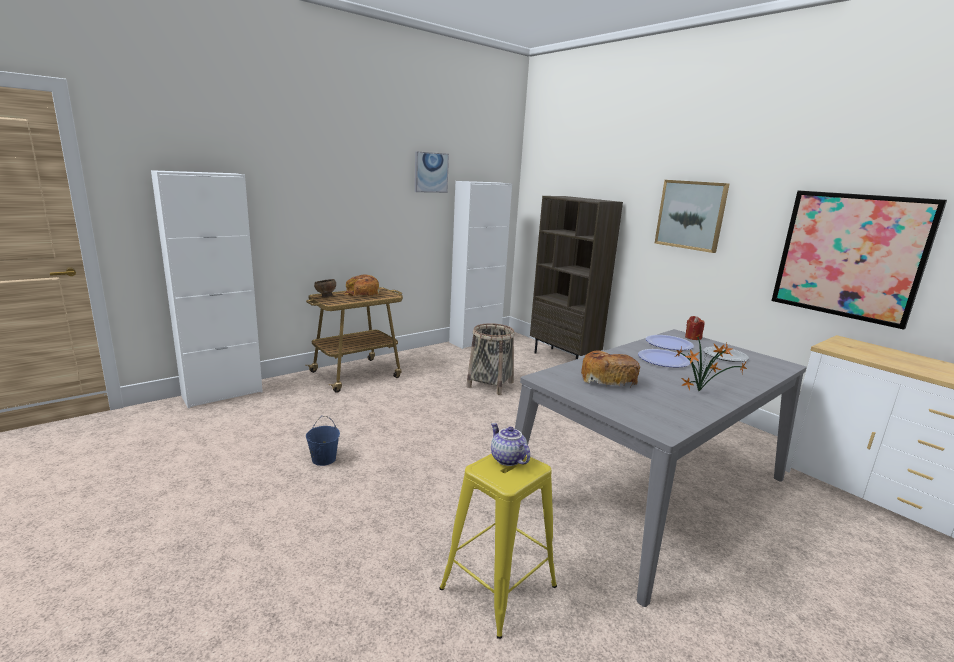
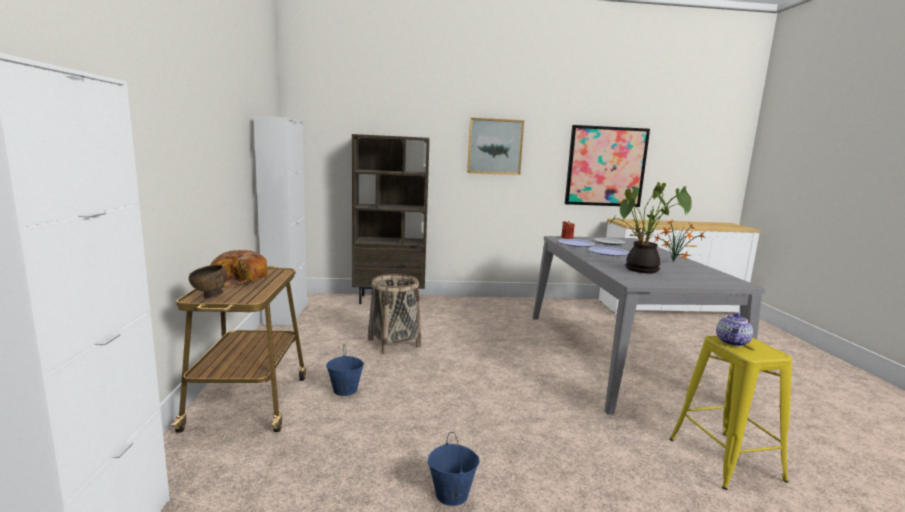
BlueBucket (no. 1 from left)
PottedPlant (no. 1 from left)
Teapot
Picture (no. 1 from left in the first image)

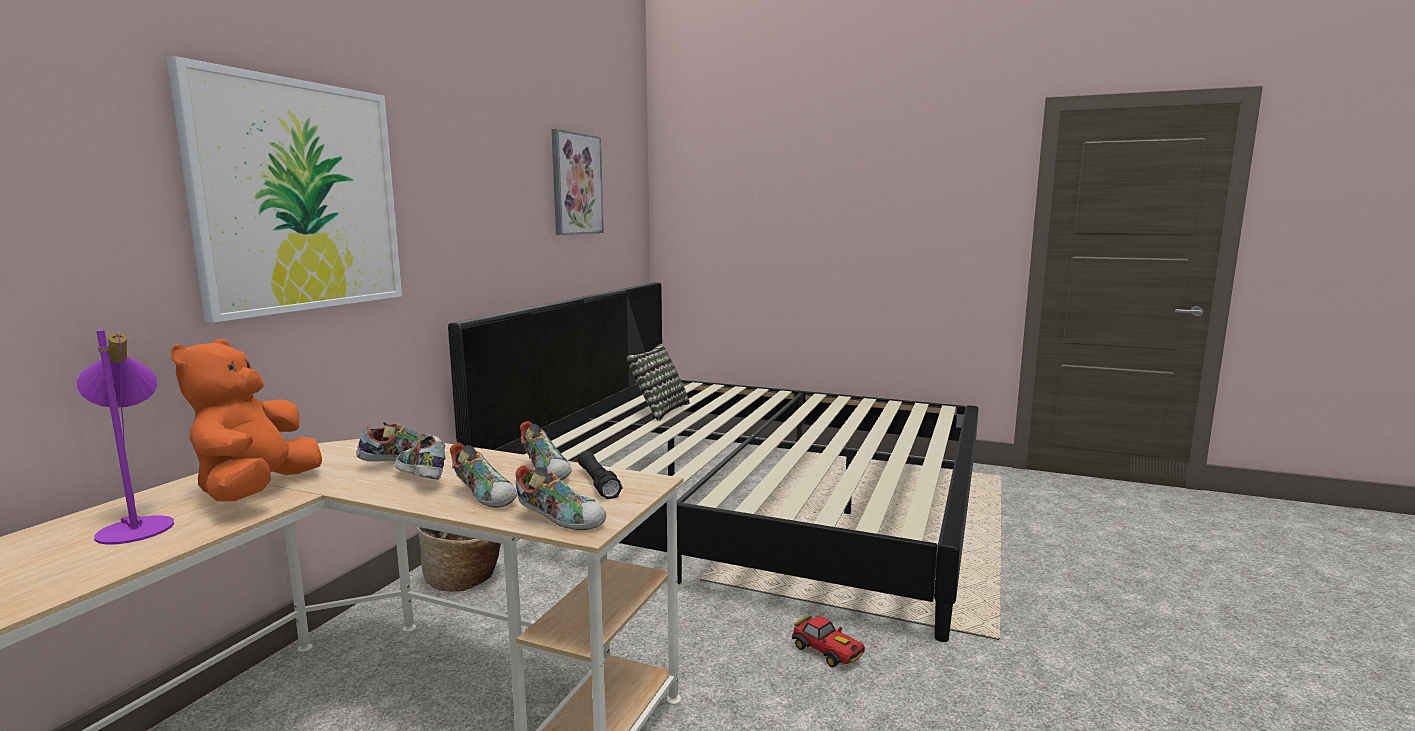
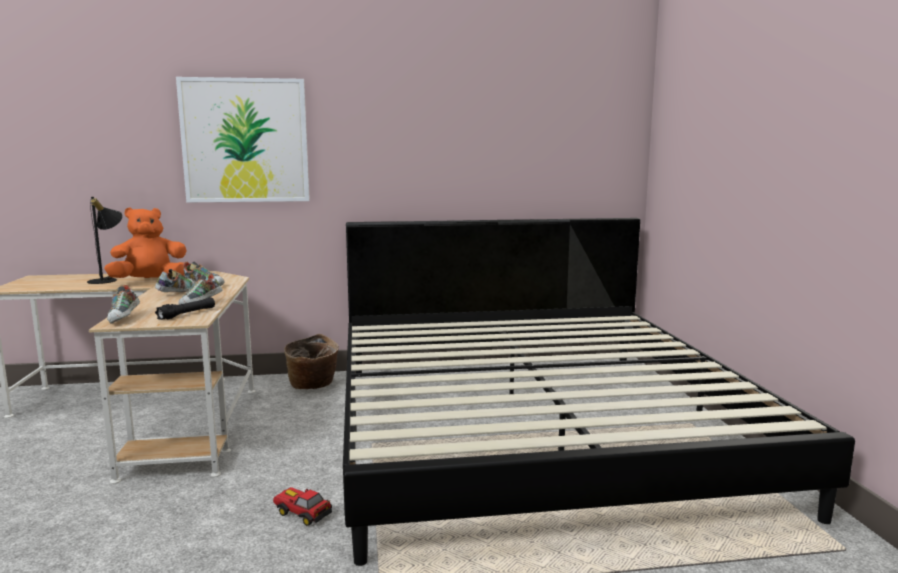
BlackTableLamp
ToyCar
Shoe (no. 3 from left in the first image)
Picture (no. 2 from left in the first image)
Pillow

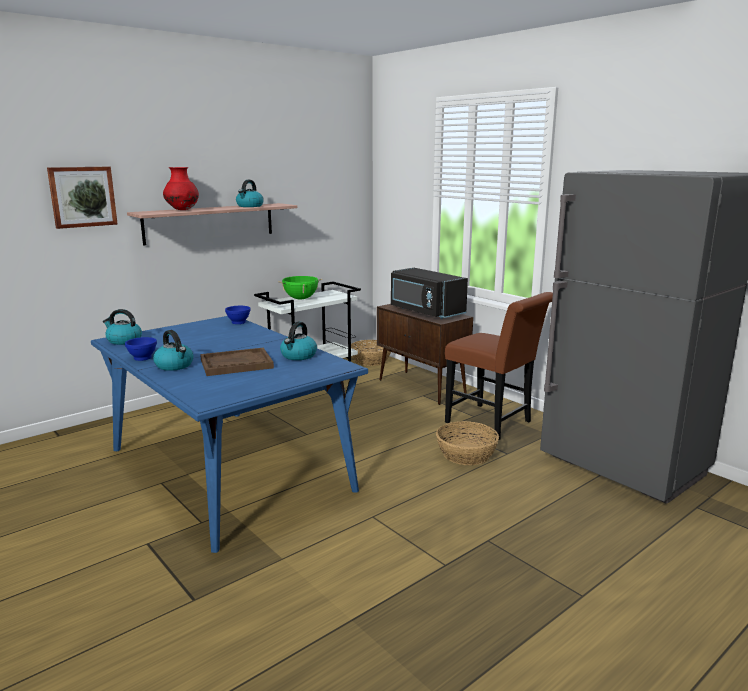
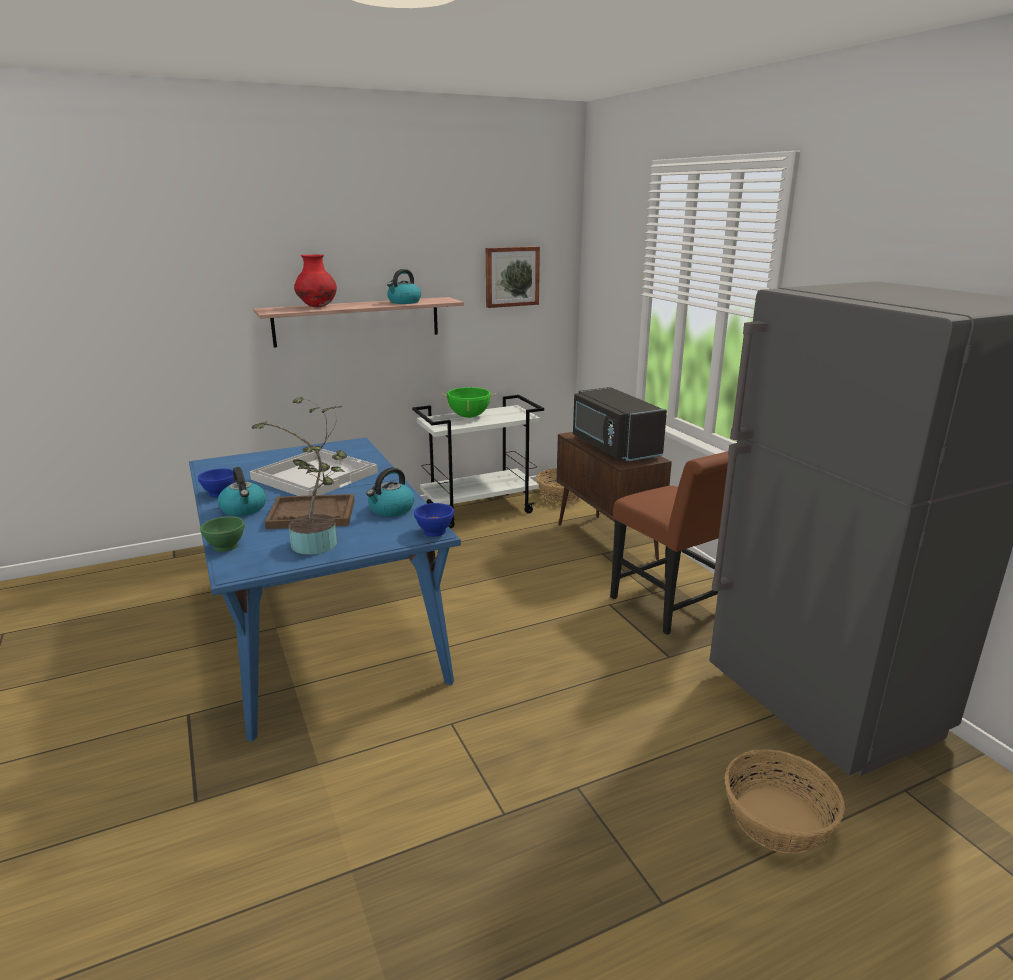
GreenBowl
WhiteTray
PottedPlant
BlueBowl (no. 2 from left)
Picture
Basket (no. 2 from left)
Kettle (no. 1 from left in the first image)

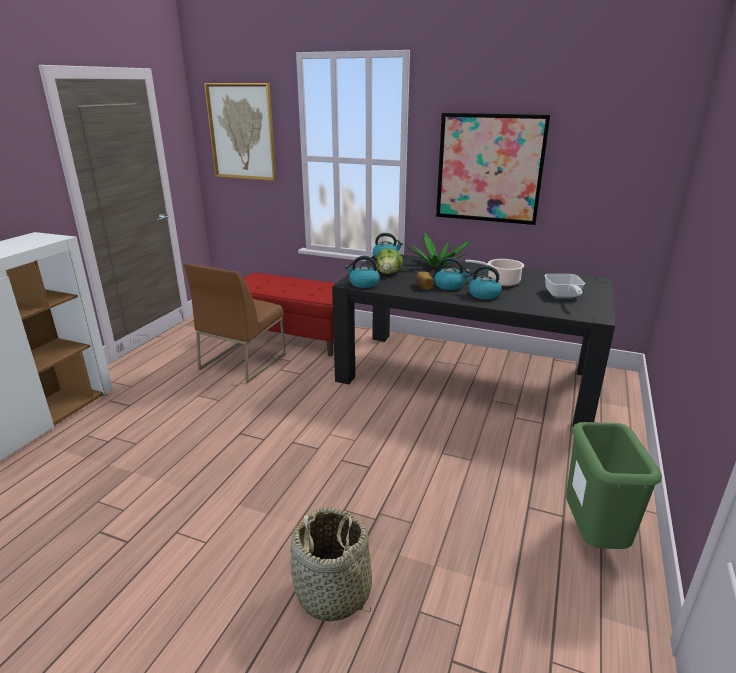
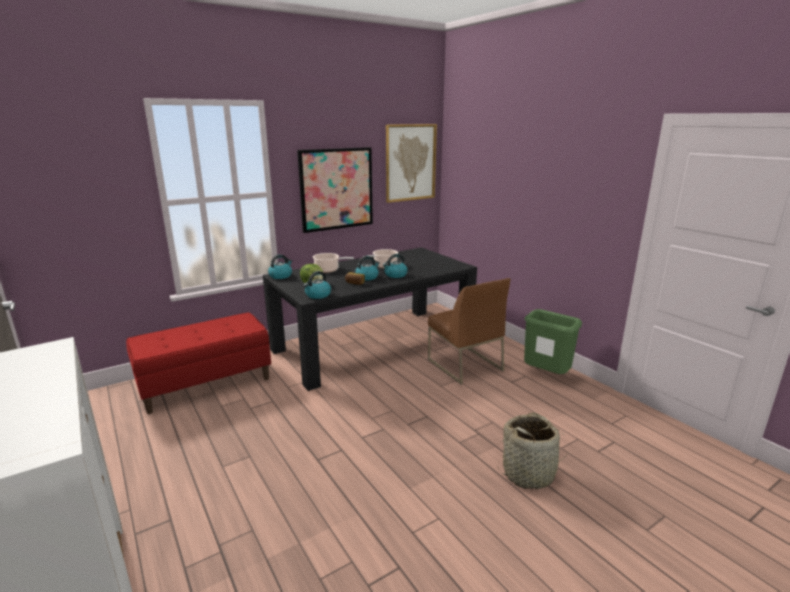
CookingPot (no. 1 from left)
Picture (no. 2 from left)
BrownChair
FryingPan

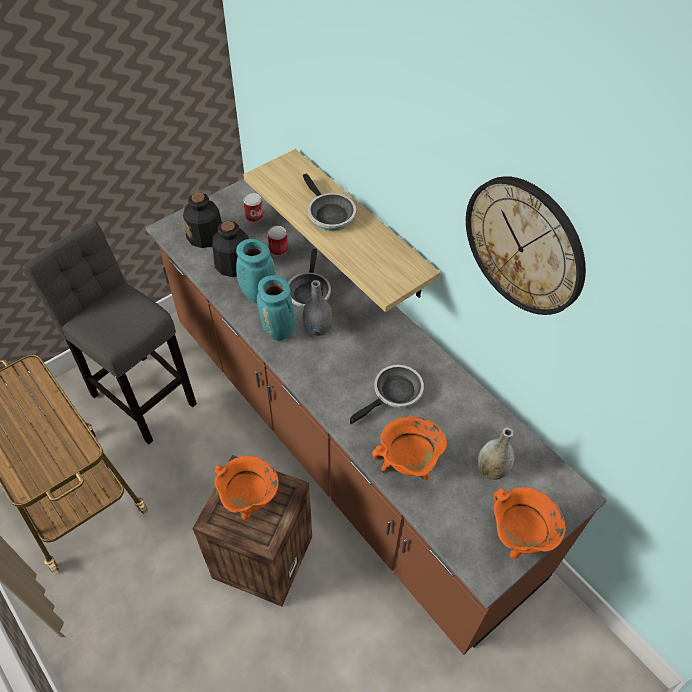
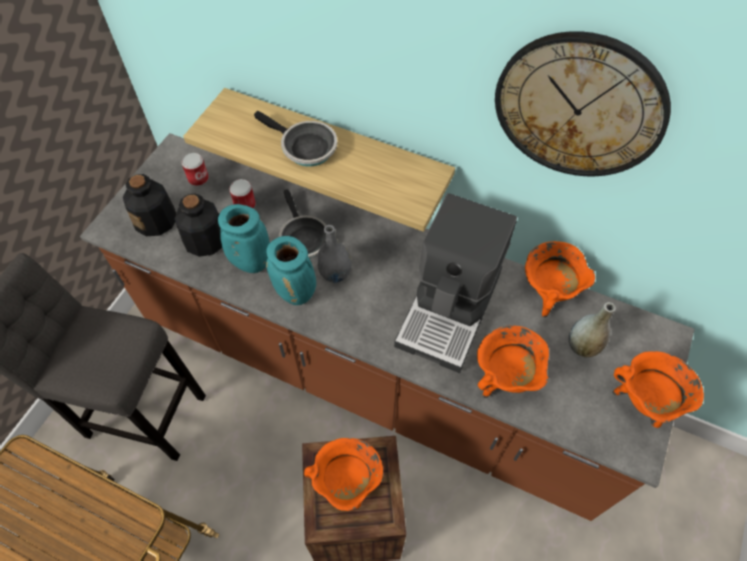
CoffeeMachine
OrangeCookingPot (no. 3 from left)

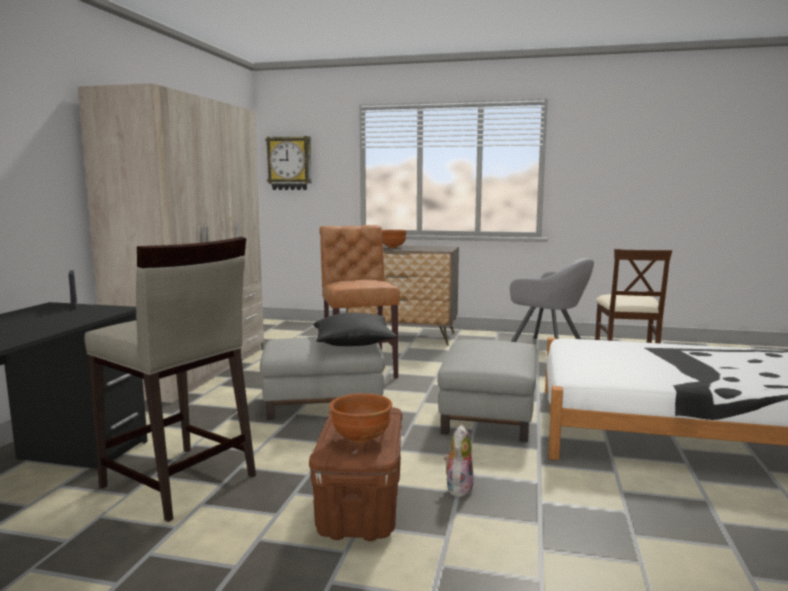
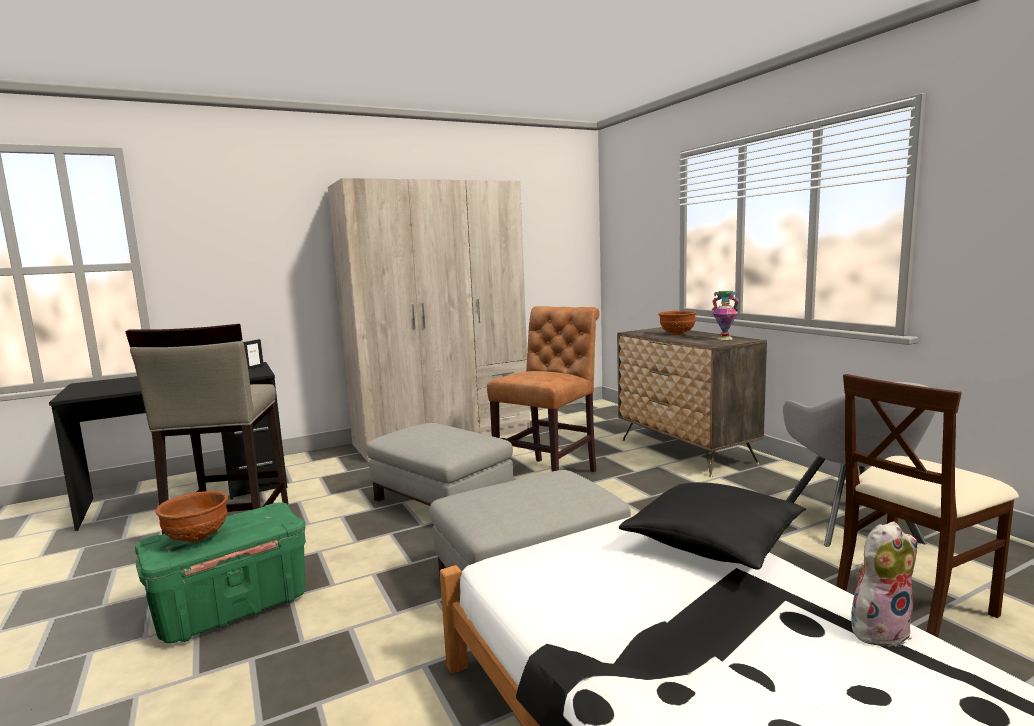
GreenStorageBox
BlackPillow
Vase
PlushToy
WallClock

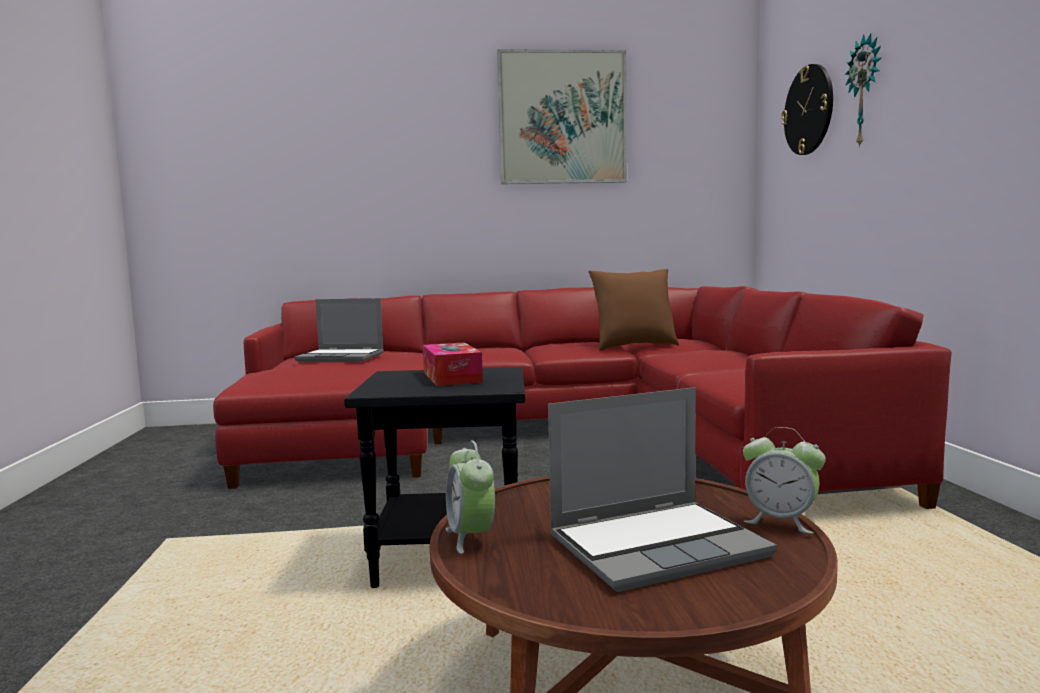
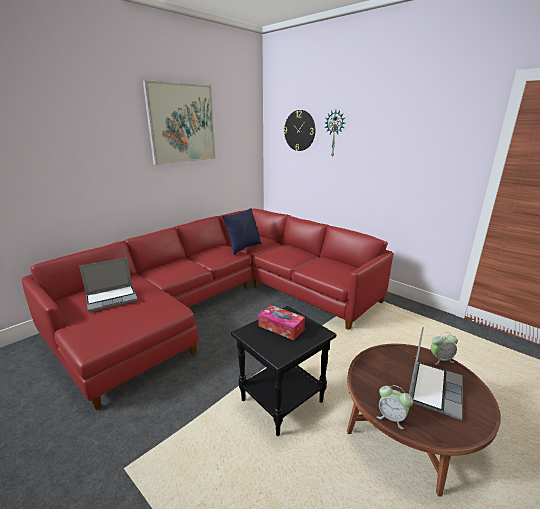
BluePillow

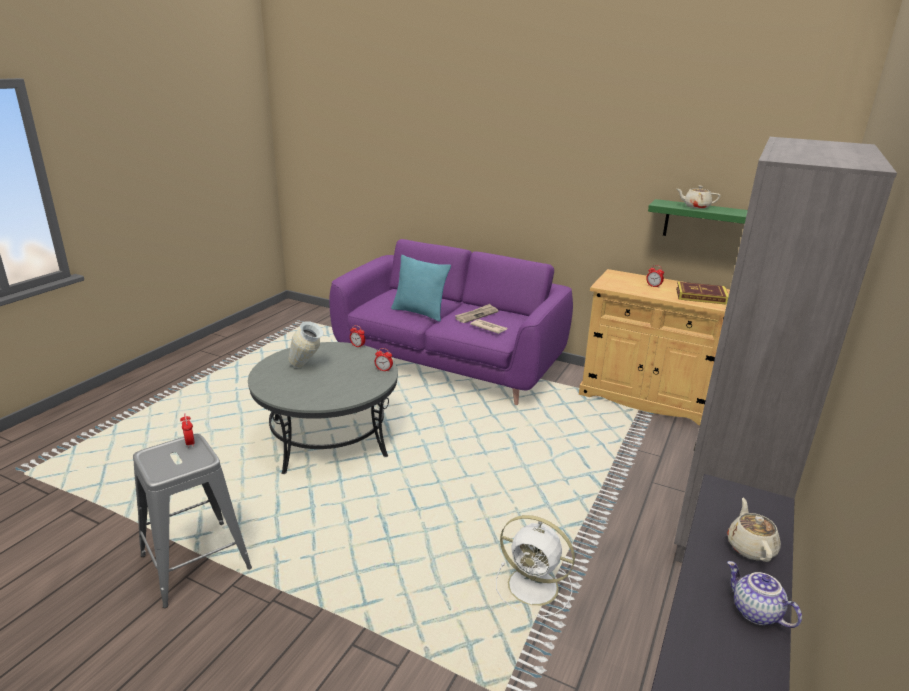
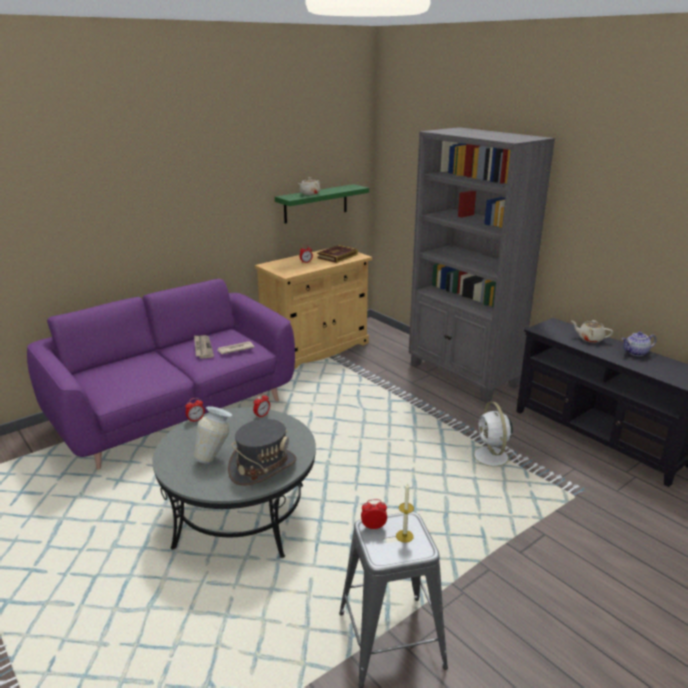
GreyHat
Candle
WhiteFan
TurquoisePillow

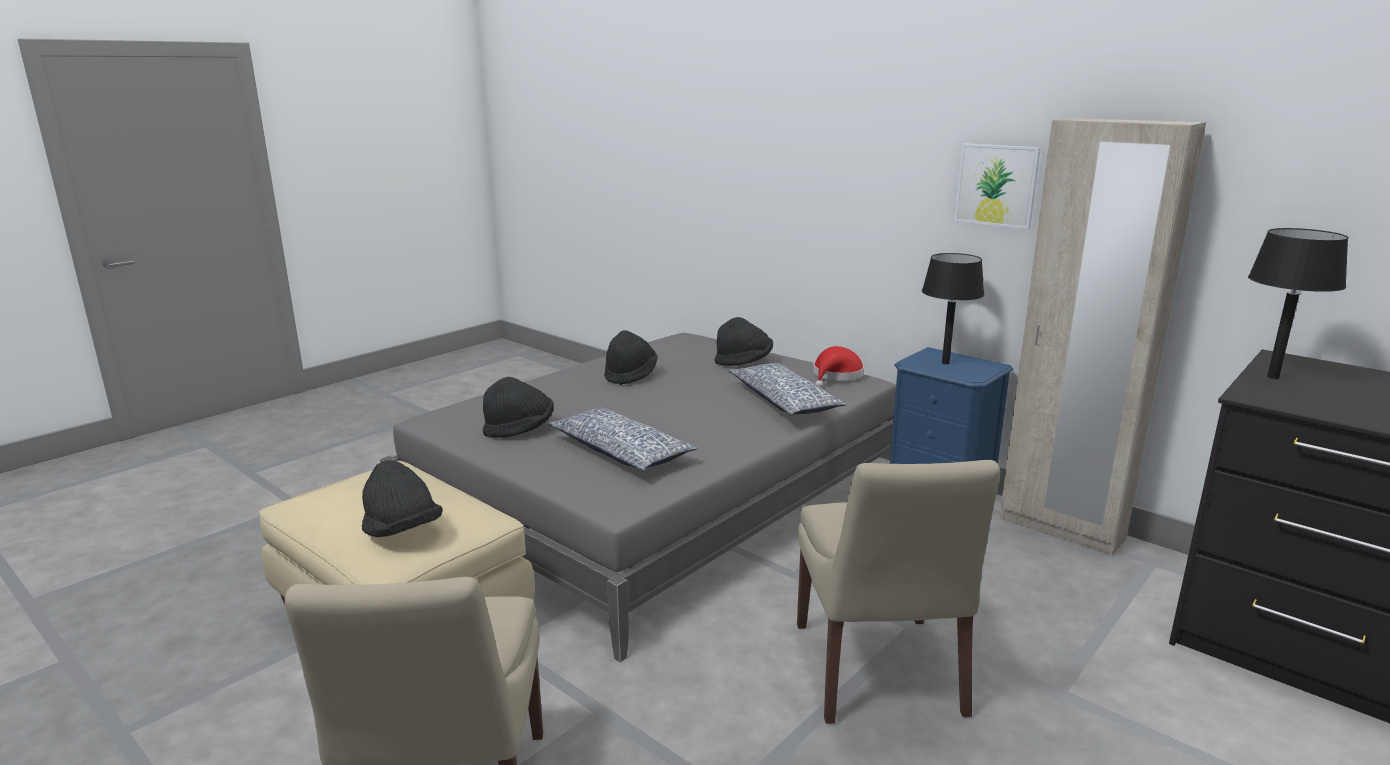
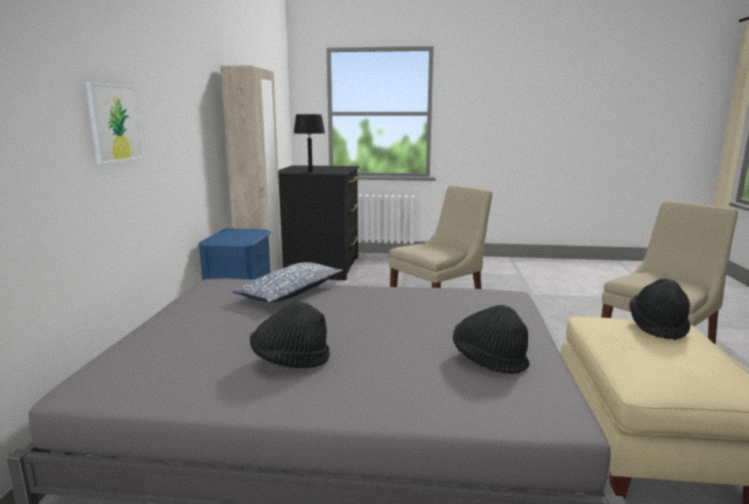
Picture
Pillow (no. 1 from left in the first image)
BlackHat (no. 4 from left in the first image)
RedHat
BlackTableLamp (no. 1 from left in the first image)

